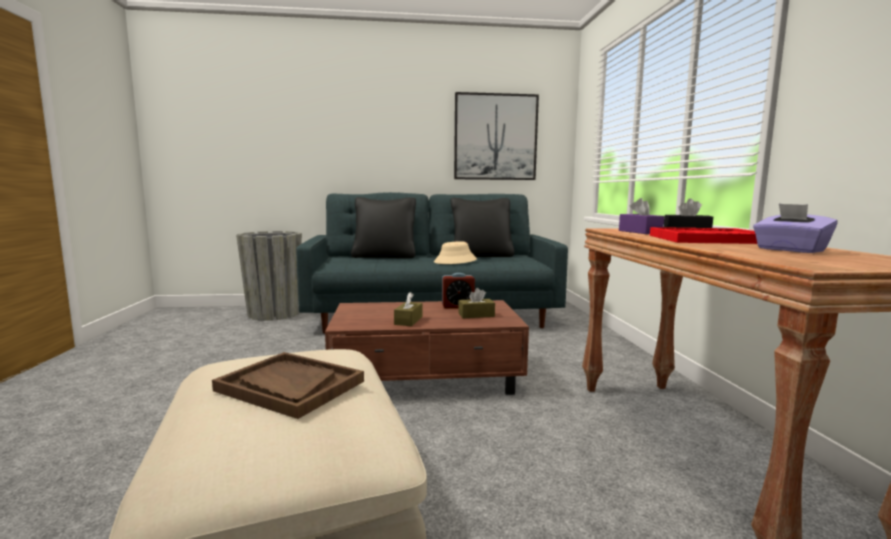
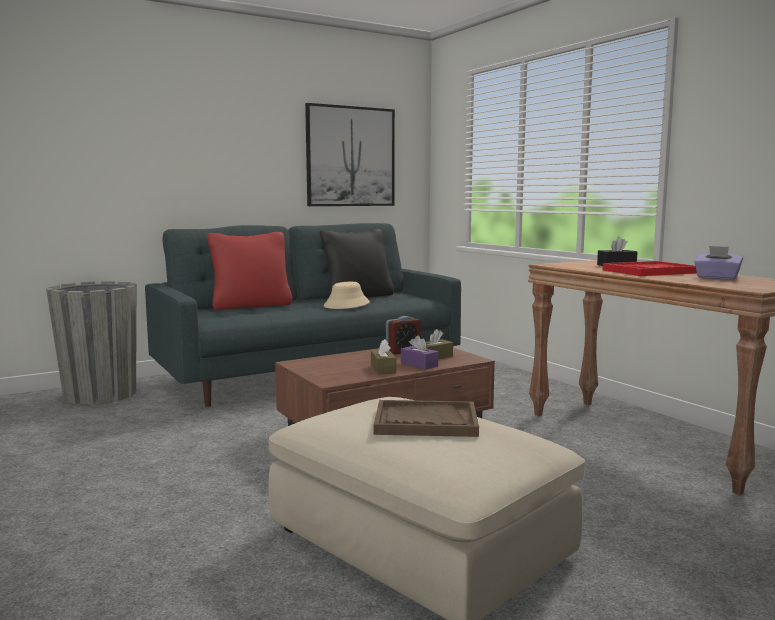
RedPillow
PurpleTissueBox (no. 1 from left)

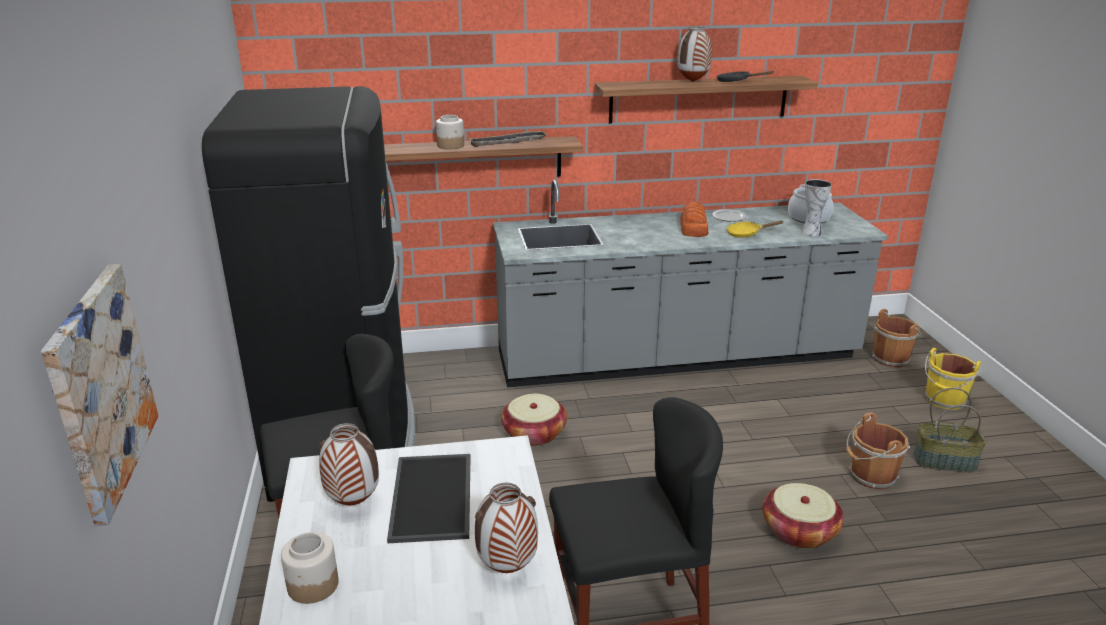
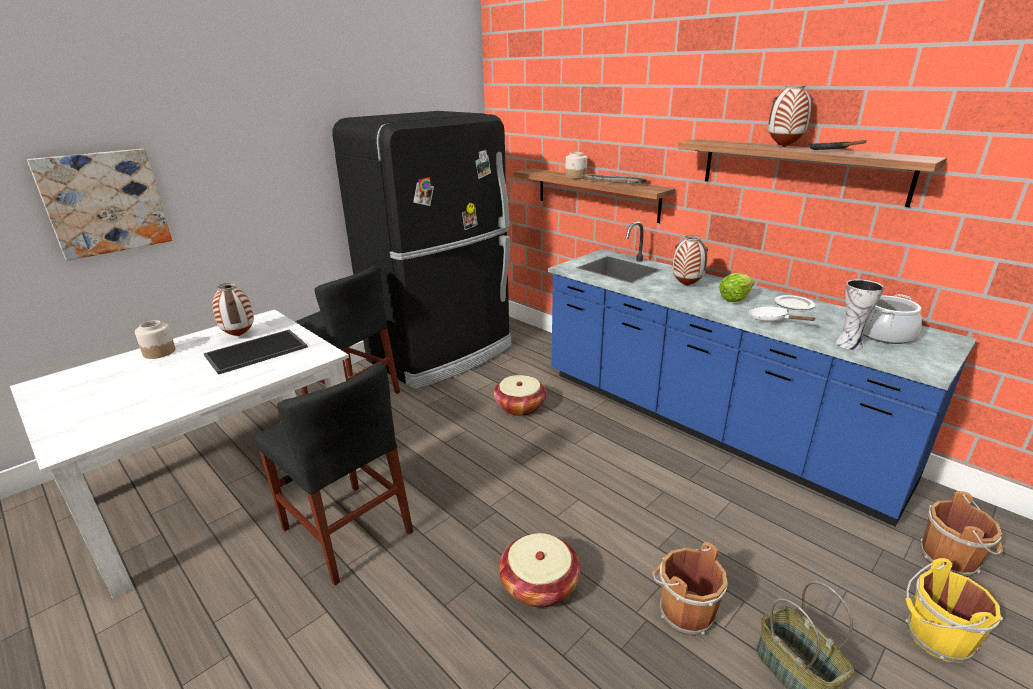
BlueCounter
Vase (no. 2 from left)
Lettuce
WhiteFryingPan

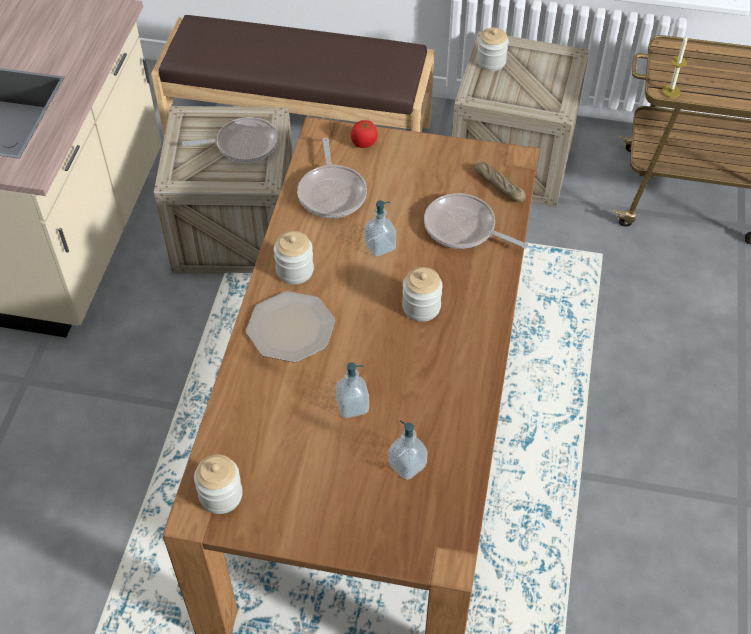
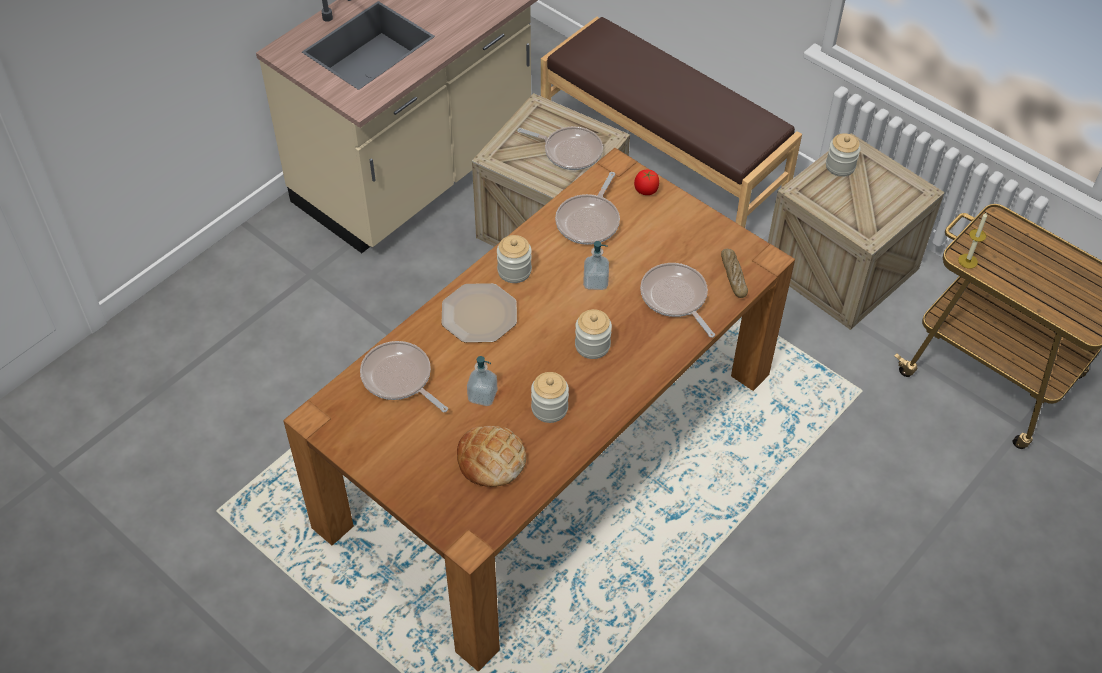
FryingPan (no. 1 from left)
Bread (no. 1 from left)
Jar (no. 2 from left)

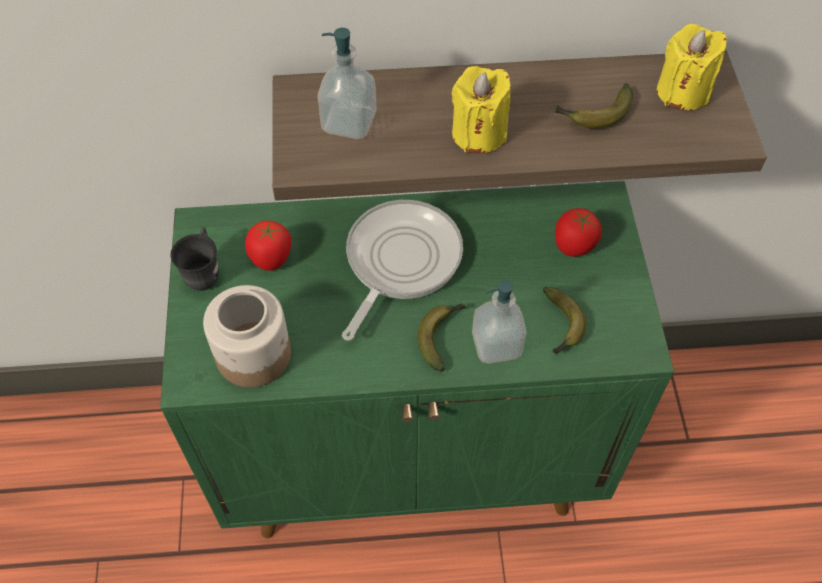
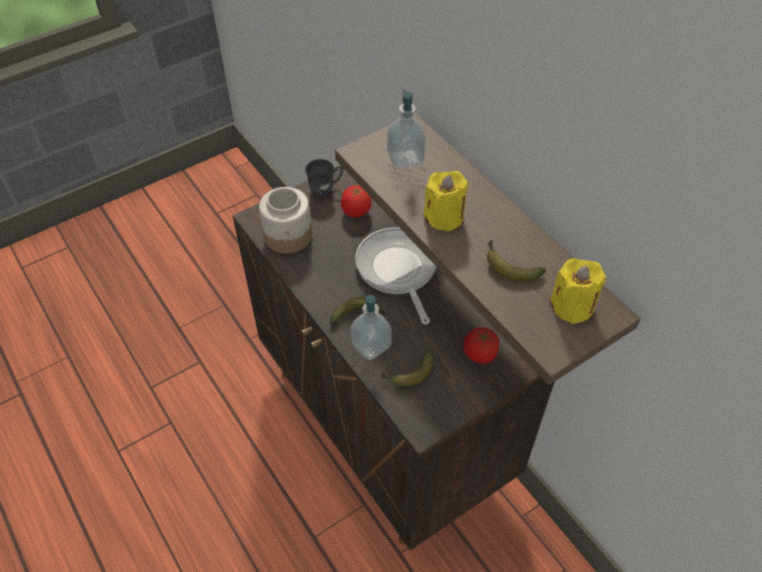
BrownCabinet
FryingPan

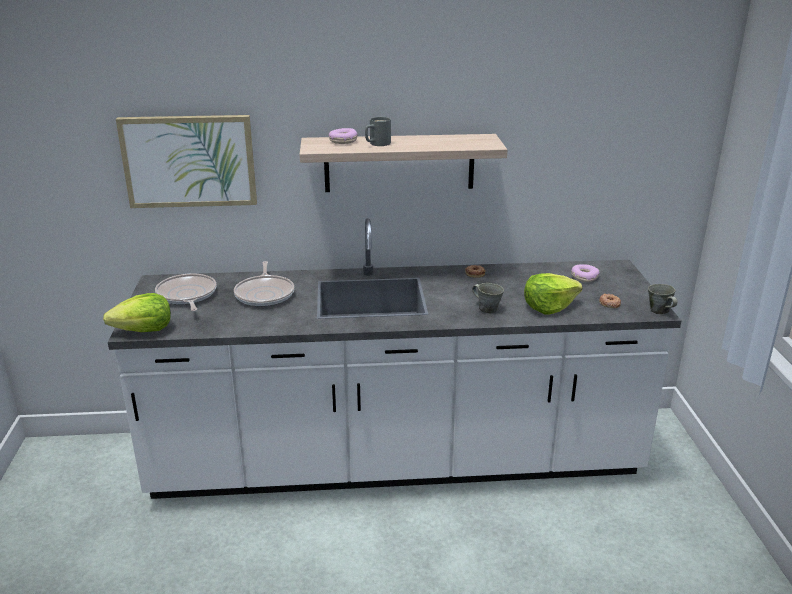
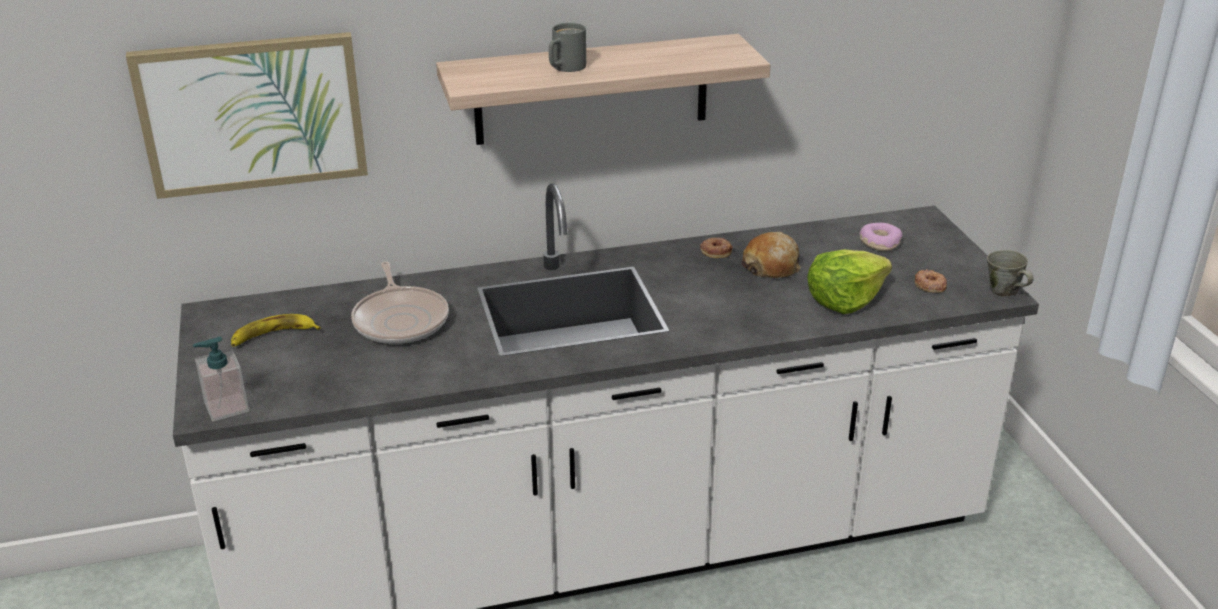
SoapDispenser
Banana
Bread
Donut (no. 1 from left in the first image)
GreyMug (no. 2 from left in the first image)

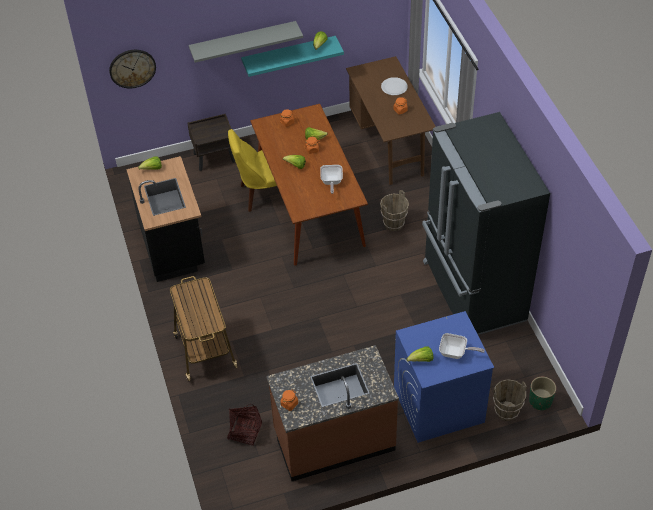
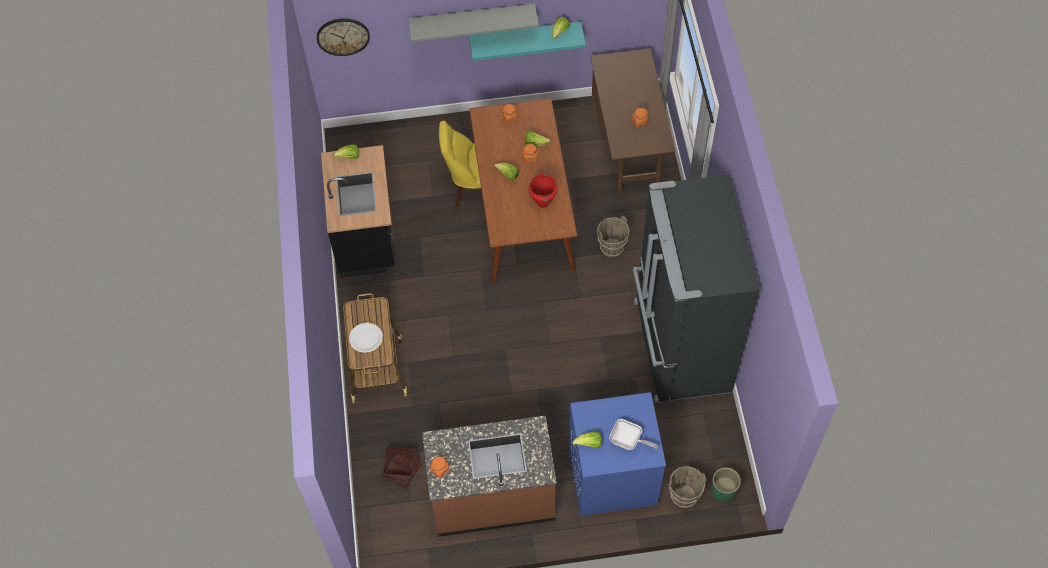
WhitePlate
RedCookingPot
BrownNightstand

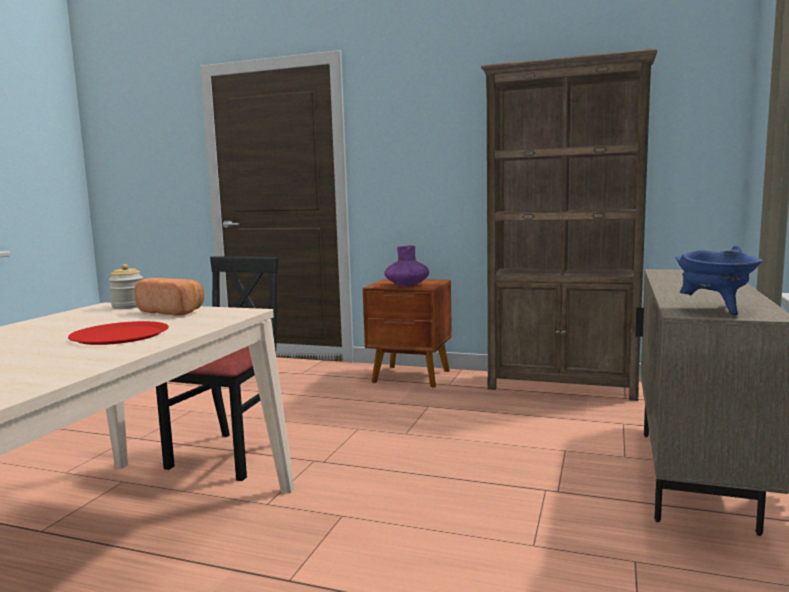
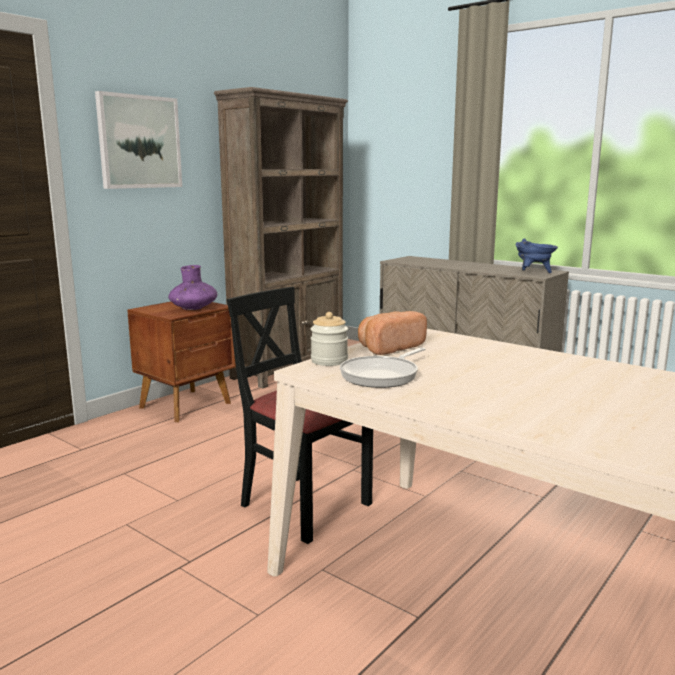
Picture
FryingPan
RedPlate

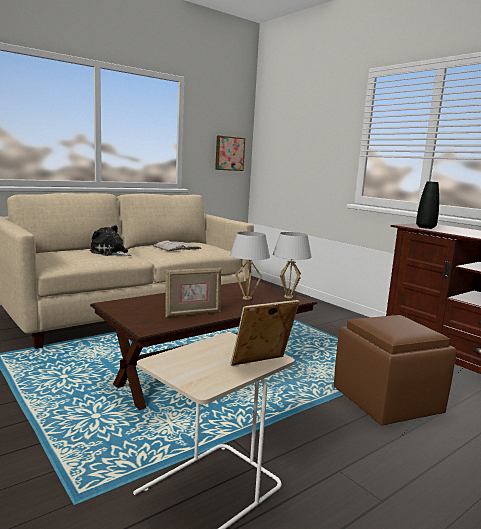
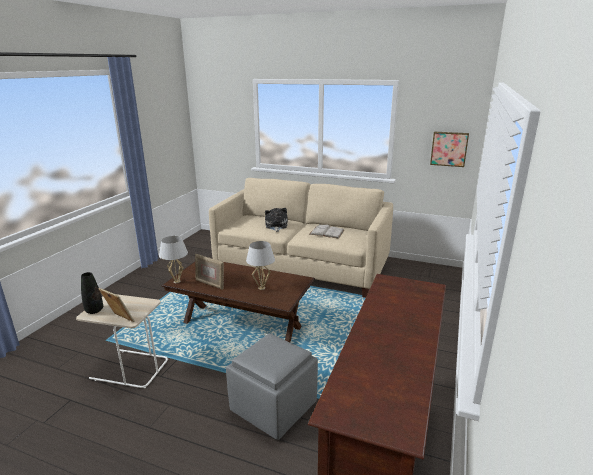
BlackVase
WhiteTableLamp (no. 1 from left)
GreyOttoman

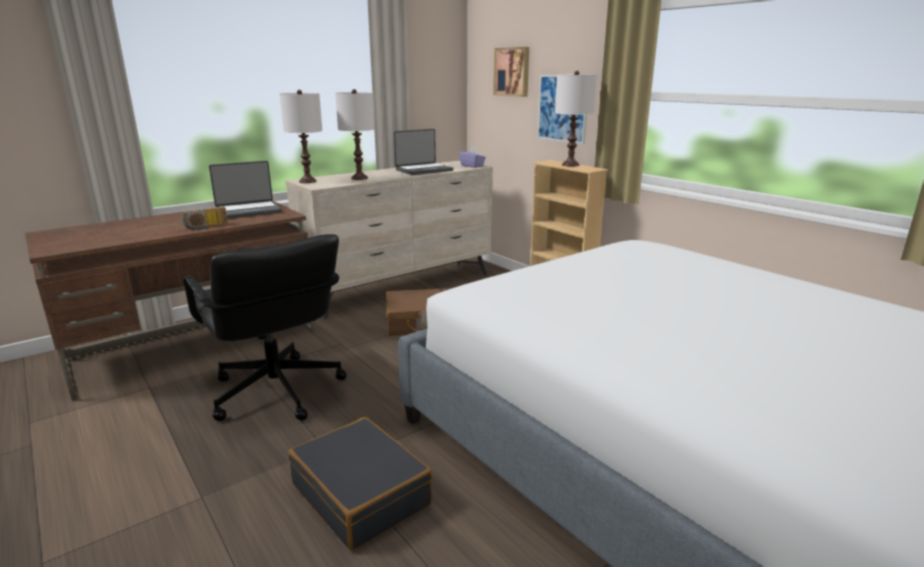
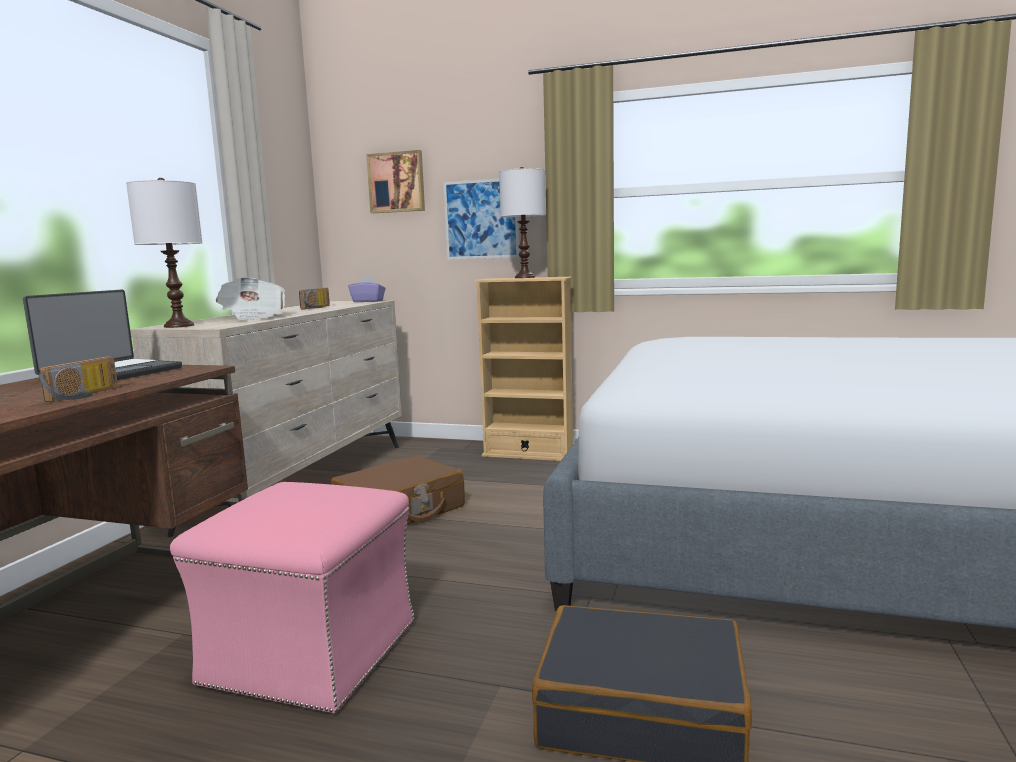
PinkOttoman
Newspaper
Radio (no. 2 from left)

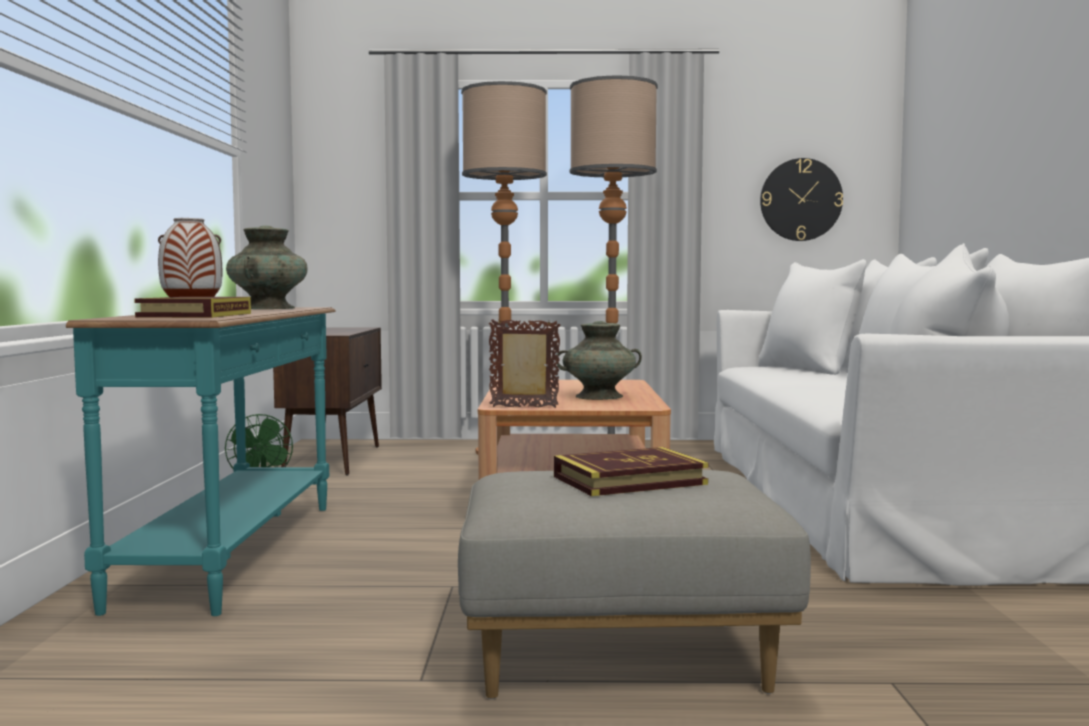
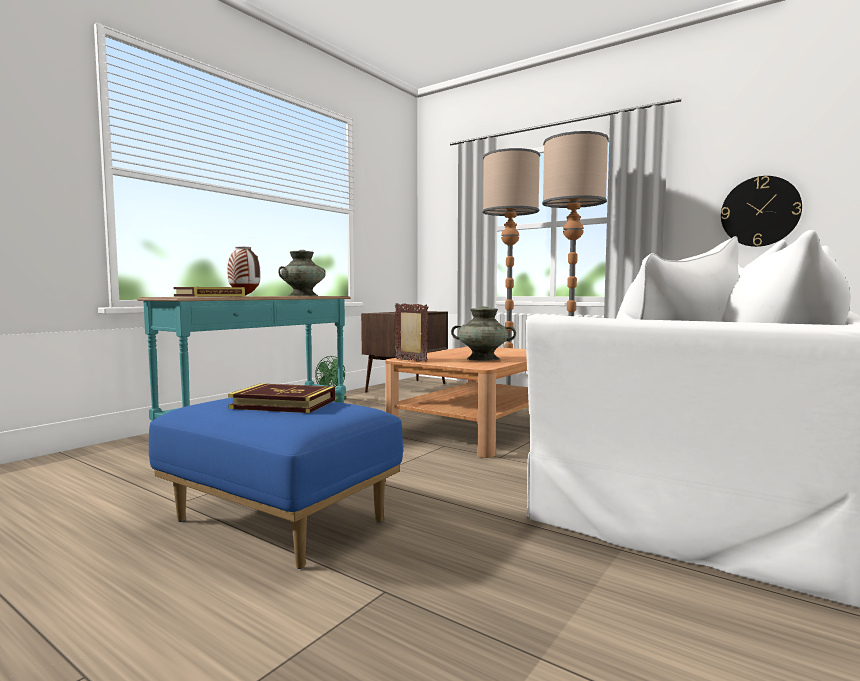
BlueOttoman

